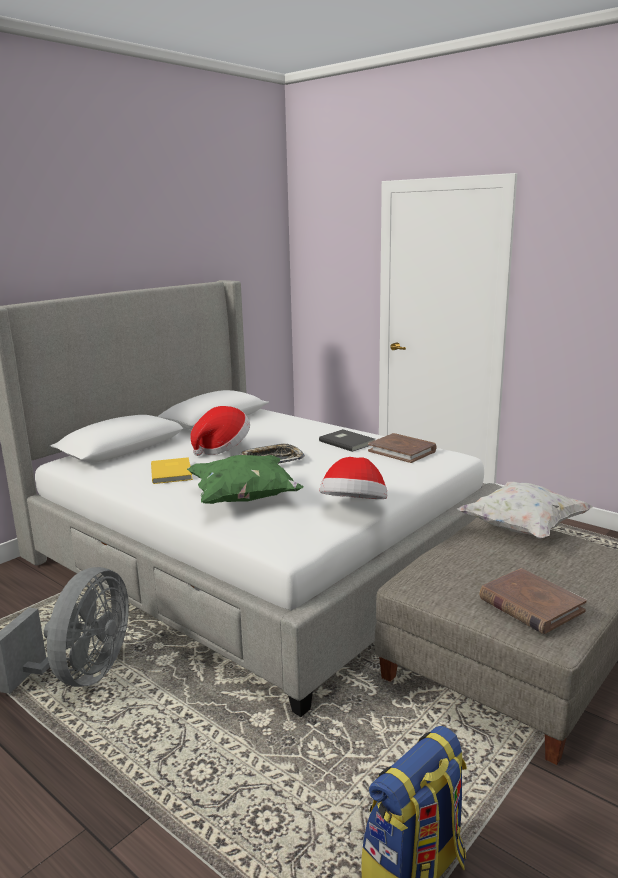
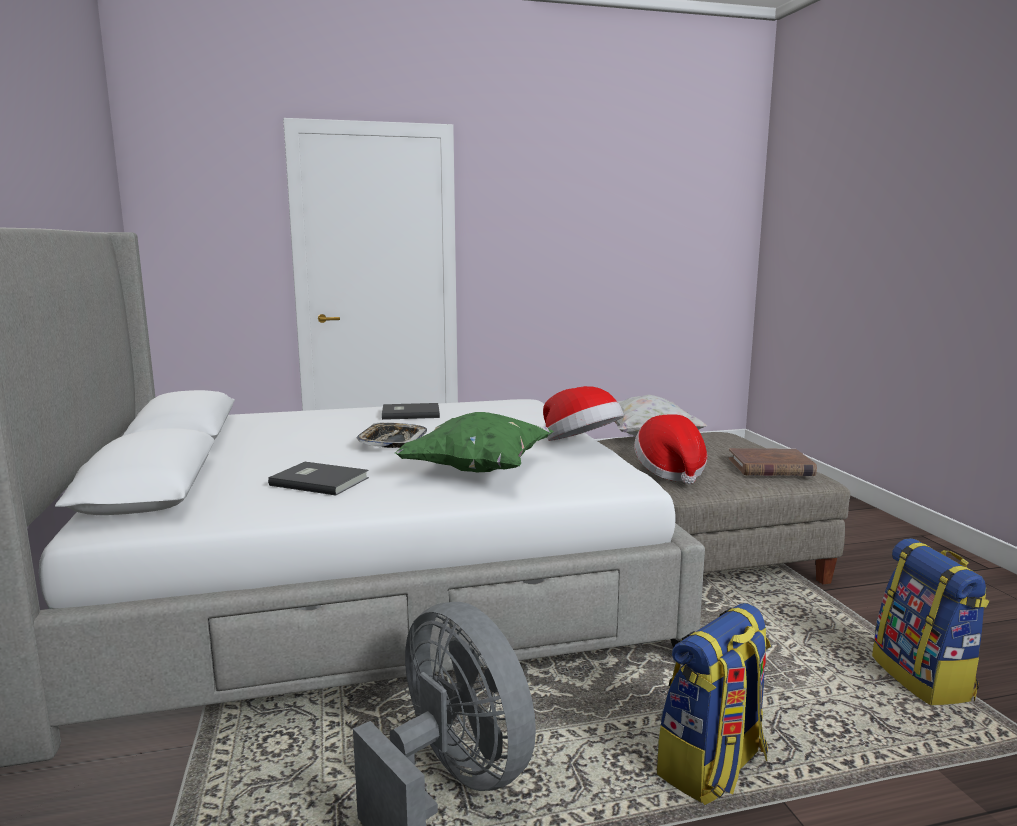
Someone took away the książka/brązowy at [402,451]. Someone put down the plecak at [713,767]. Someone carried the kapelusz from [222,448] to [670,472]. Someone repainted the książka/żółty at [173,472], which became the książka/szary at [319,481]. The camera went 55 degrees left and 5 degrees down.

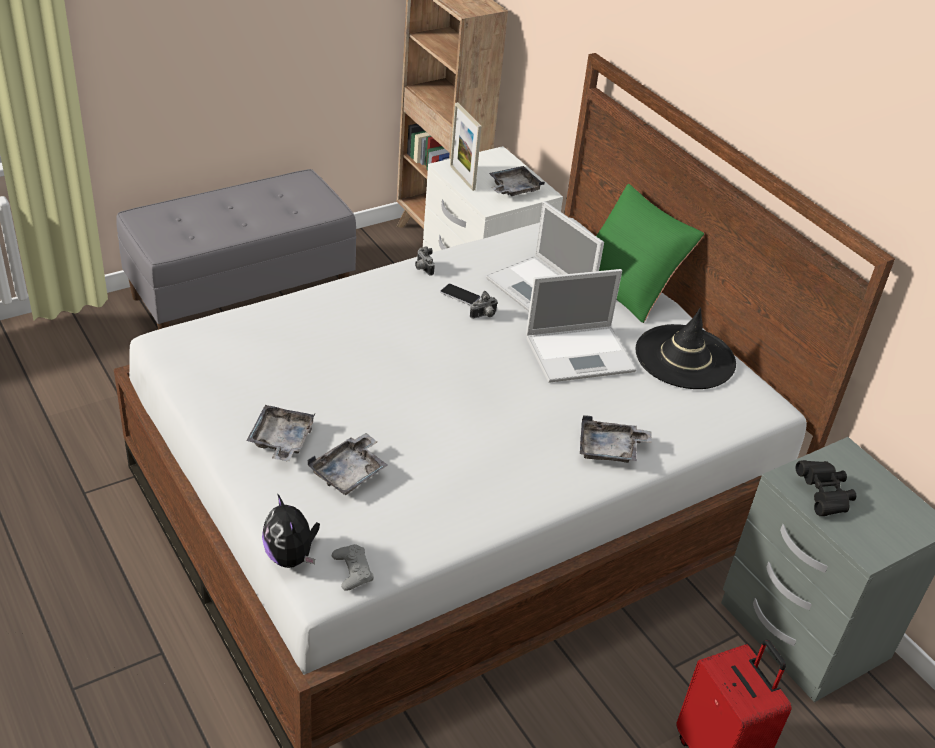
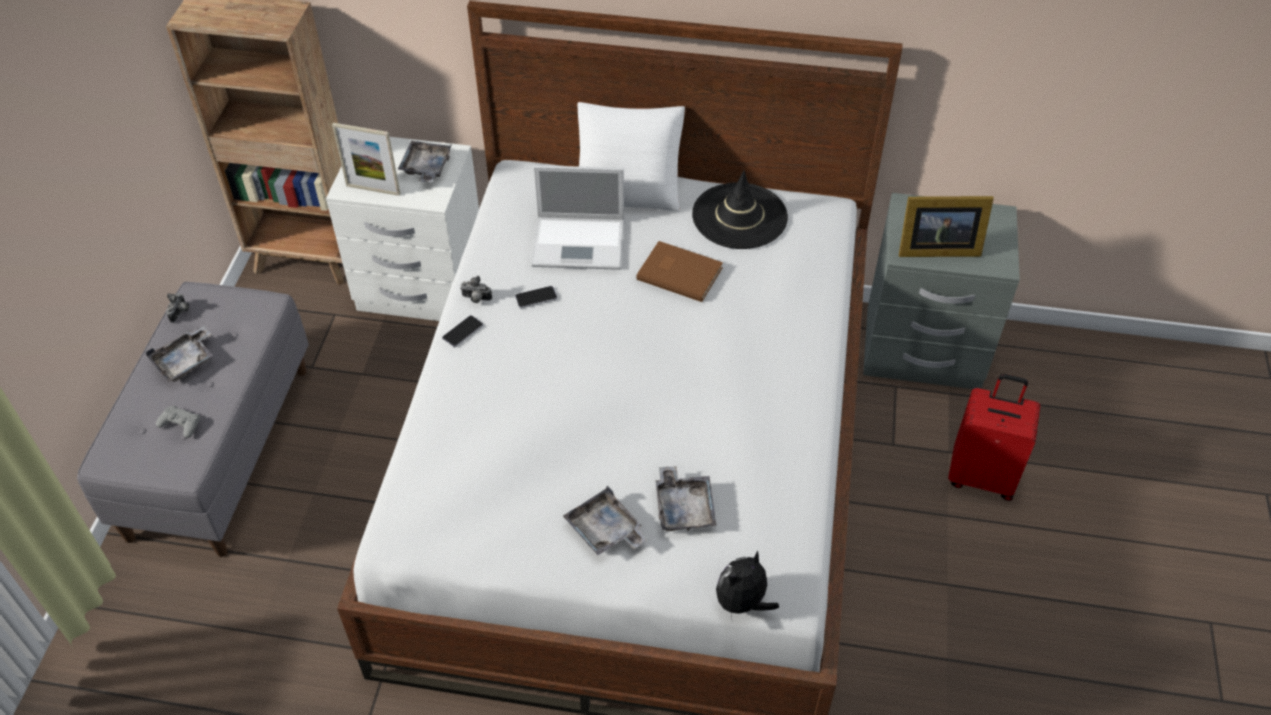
Someone put down the telefon at [462,332]. Someone carried the pad do gier/szary from [352,571] to [180,424]. Someone carried the aparat fotograficzny from [484,316] to [181,313]. Someone carried the taca/szary from [610,449] to [185,361]. Someone swapped the laptop at [581,353] for the książka/brązowy at [679,272]. Someone swapped the lornetka/czarny at [824,496] for the ramka na zdjęcie at [935,248]. Someone repainted the poduszka/zielony at [628,287], which became the poduszka/biały at [629,189]. Someone rotated the pluszak at [291,557] by 120 degrees clockwise. The camera went 45 degrees left and 10 degrees up.

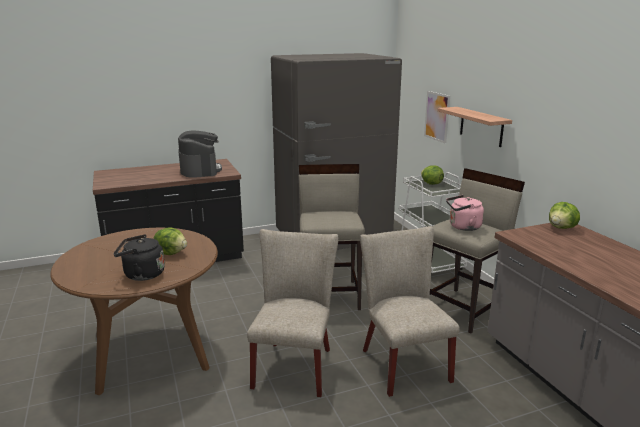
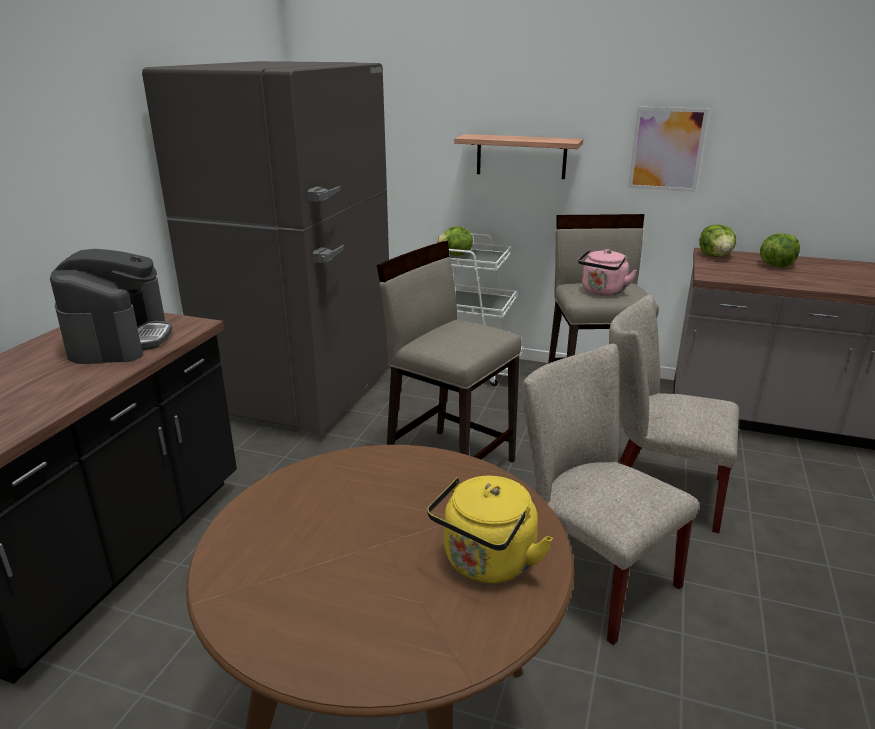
Someone carried the sałata from [171,253] to [776,265]. Someone carried the obraz from [437,116] to [666,149]. Someone repainted the czajnik/czarny at [141,275], which became the czajnik/żółty at [486,564]. Someone rotated the ekspres do kawy at [200,170] by 60 degrees clockwise. The camera went 50 degrees left and 5 degrees up.

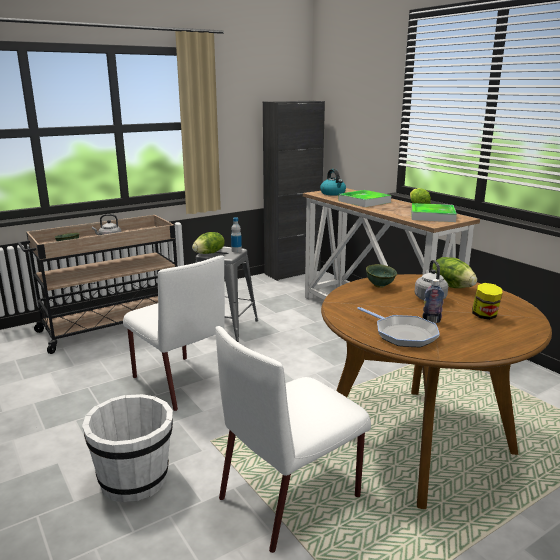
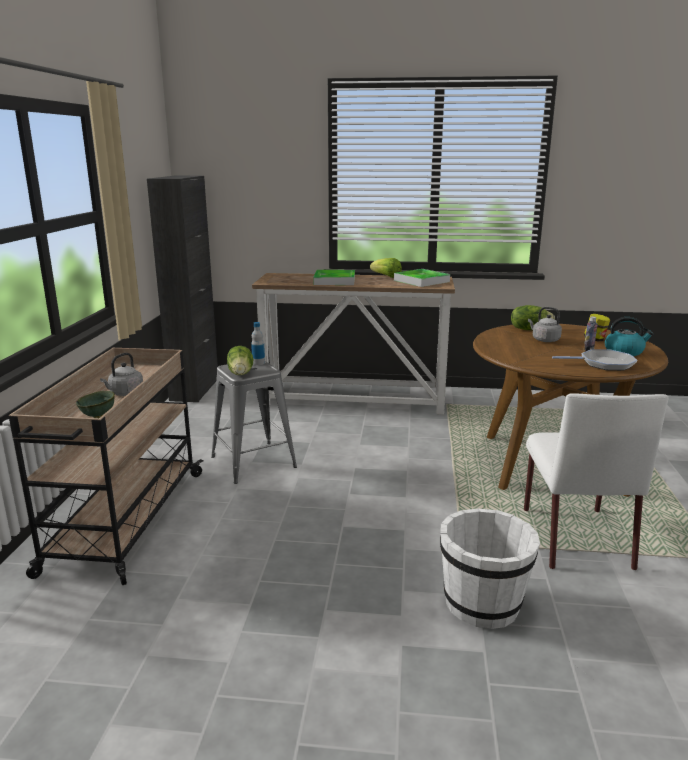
Someone took away the krzesło/biały at [179,381]. Someone took away the miska/zielony at [380,286]. Someone carried the czajnik from [333,193] to [624,352]. The camera went 50 degrees left and 0 degrees up.

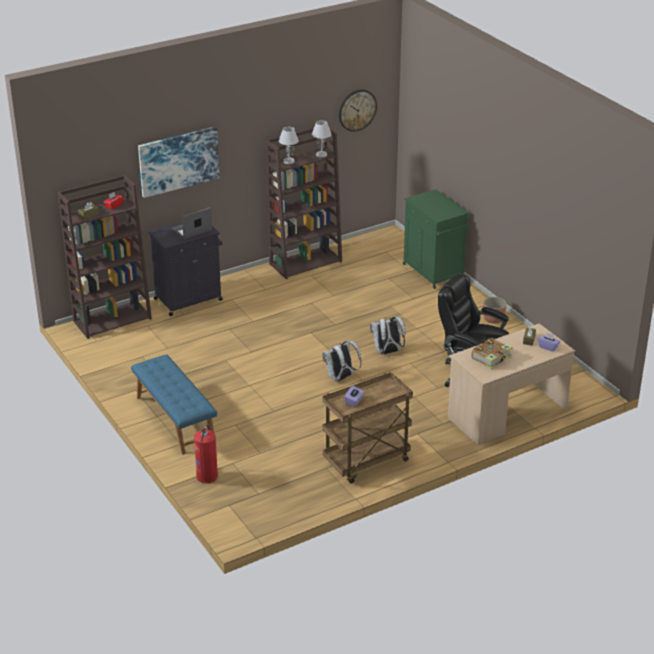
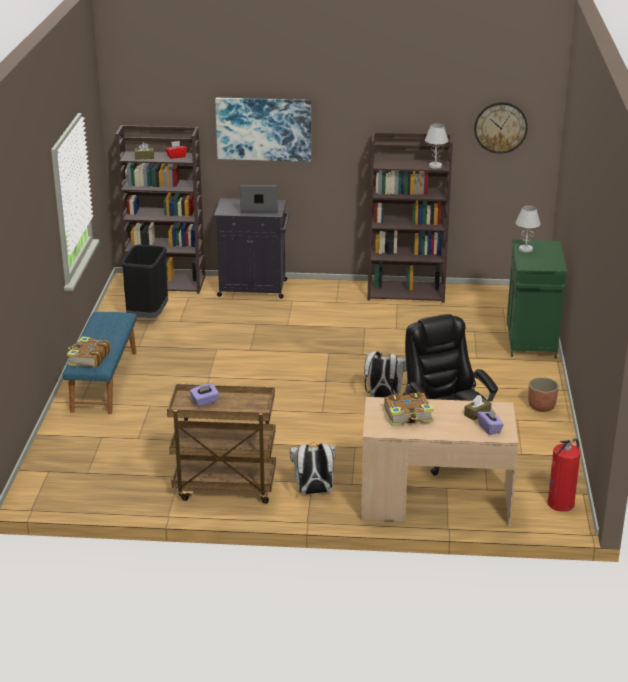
Someone put down the książka at [88,358]. Someone put down the kosz na śmieci/czarny at [147,316]. Someone carried the gaśnica from [207,475] to [561,503]. Someone carried the lampa stołowa/biały from [289,161] to [525,249]. Someone carried the plecak/biały from [341,378] to [313,491]. The camera went 35 degrees right and 5 degrees down.

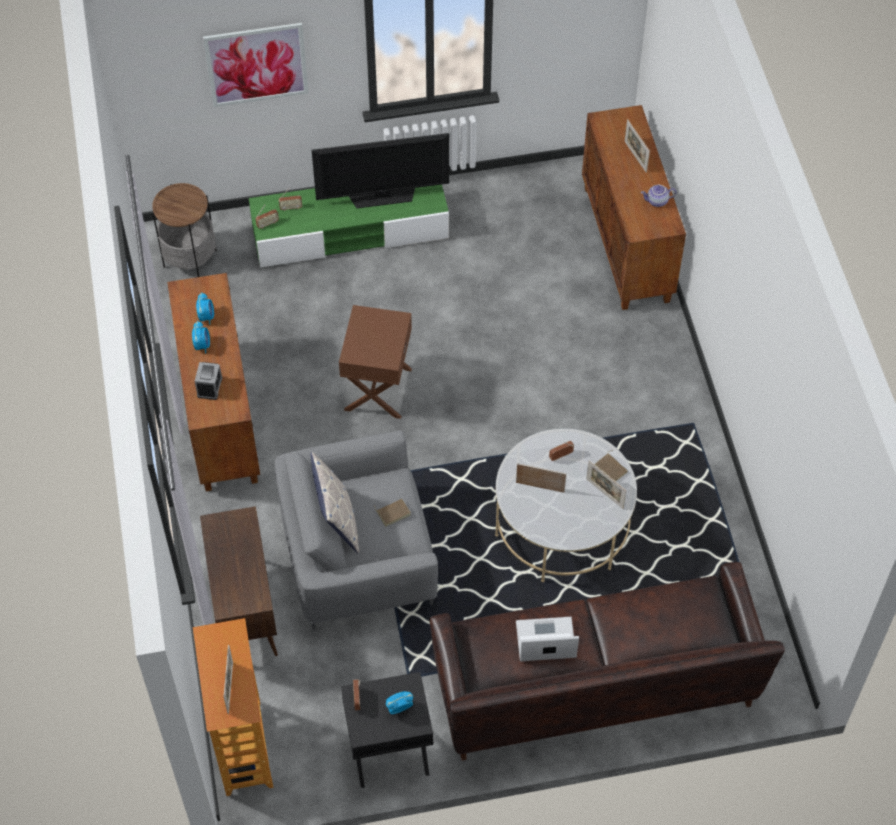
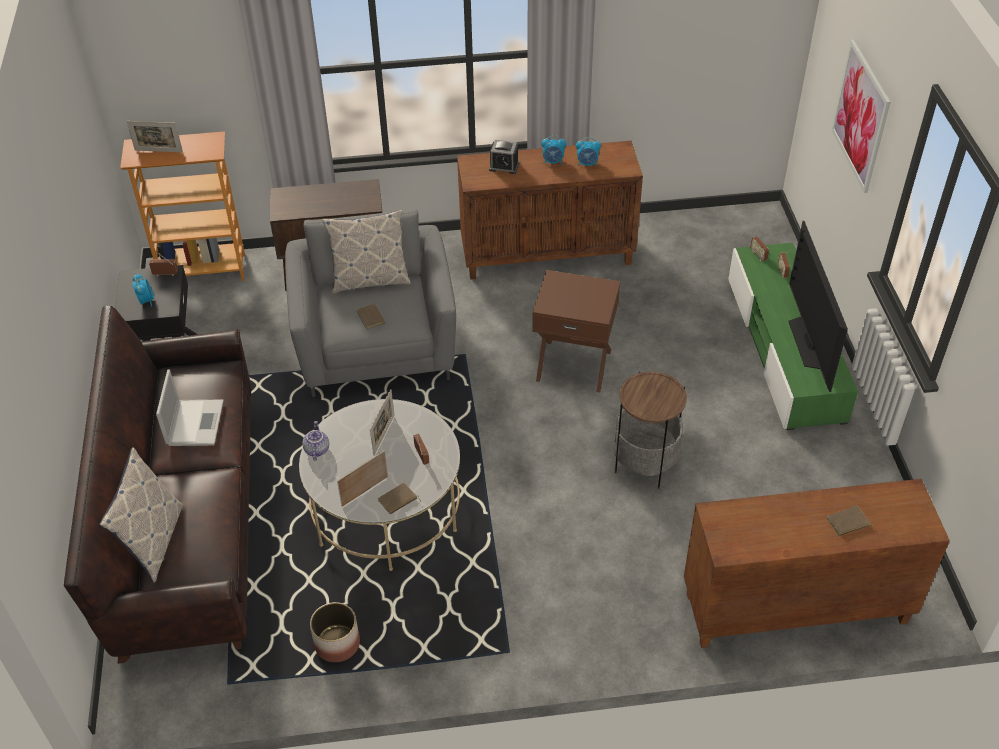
Someone put down the poduszka at [154,541]. Someone put down the donica at [337,643]. Someone carried the stolik from [190,259] to [645,464]. Someone carried the imbryk from [657,201] to [316,450]. Someone swapped the ramka na zdjęcie at [635,157] for the książka/brązowy at [848,523]. The camera went 95 degrees right and 10 degrees down.

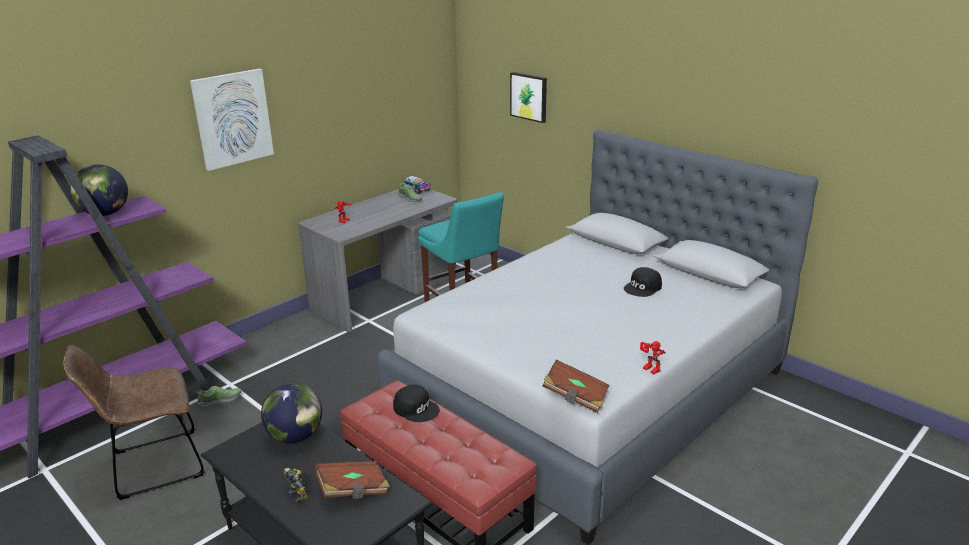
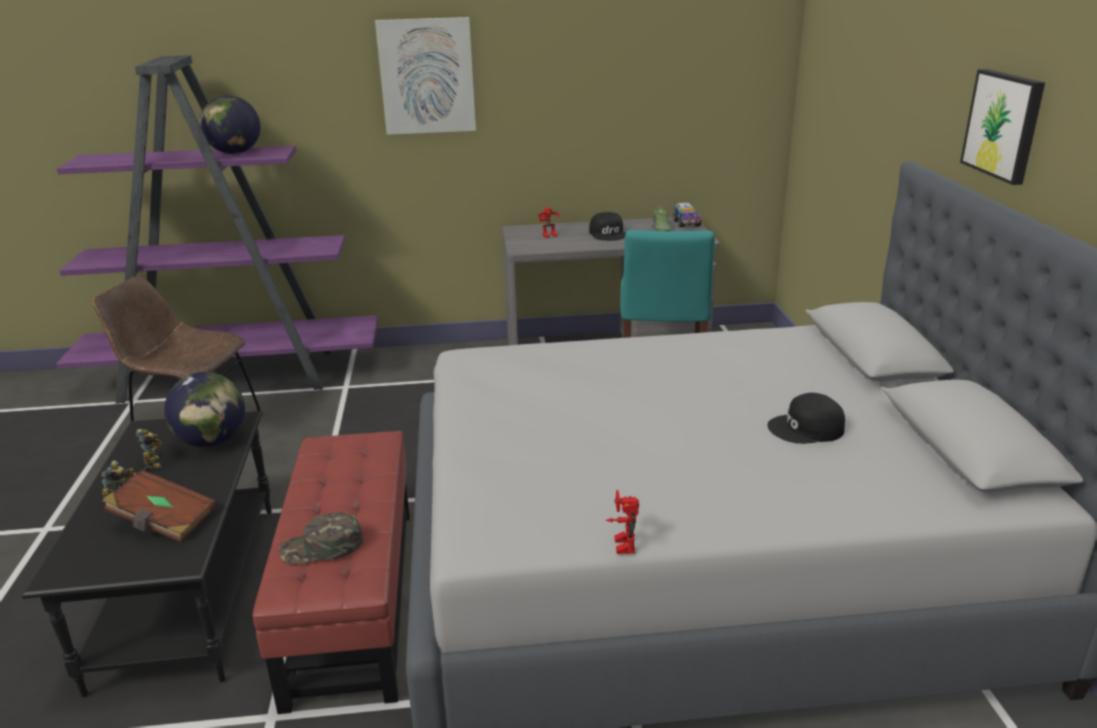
Someone took away the but at [220,400]. Someone took away the książka/brązowy at [575,397]. Someone put down the robot zabawkowy at [154,463]. Someone put down the czapka z daszkiem/zielony at [321,547]. Someone carried the czapka z daszkiem/czarny from [416,408] to [608,234]. Someone carried the obraz from [529,97] to [1004,125]. The camera went 40 degrees right and 0 degrees up.

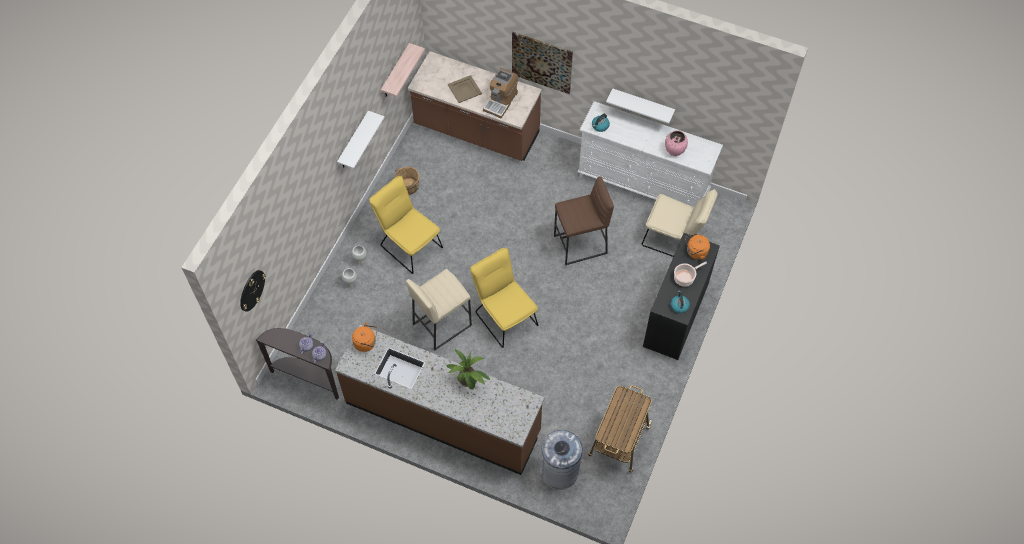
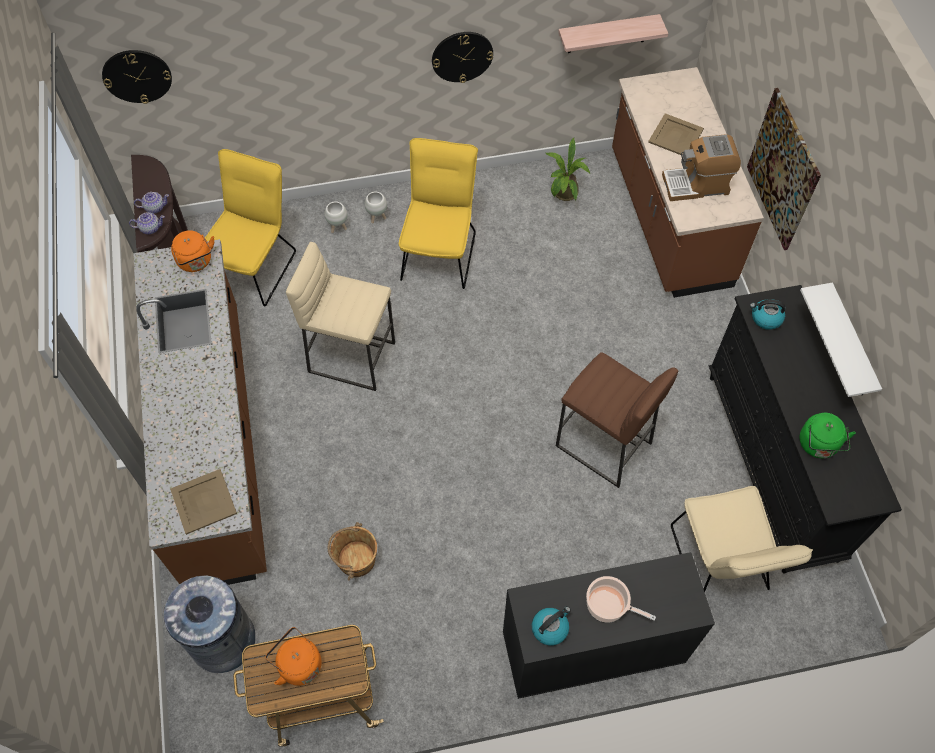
Someone put down the taca/beżowy at [204,501]. Someone carried the wiadro/brązowy from [407,187] to [356,559]. Someone carried the roślina doniczkowa from [469,381] to [564,195]. Someone carried the krzesło/żółty from [504,315] to [255,264]. Someone carried the czajnik/pomarańczowy from [695,252] to [298,664]. Someone swapped the półka/biały at [353,141] for the zegar ścienny at [462,56]. Someone swapped the wazon/różowy at [674,152] for the czajnik/zielony at [818,446]. Someone repainted the komoda/biały at [643,185], which became the komoda/czarny at [771,466]. The camera went 55 degrees right and 0 degrees up.

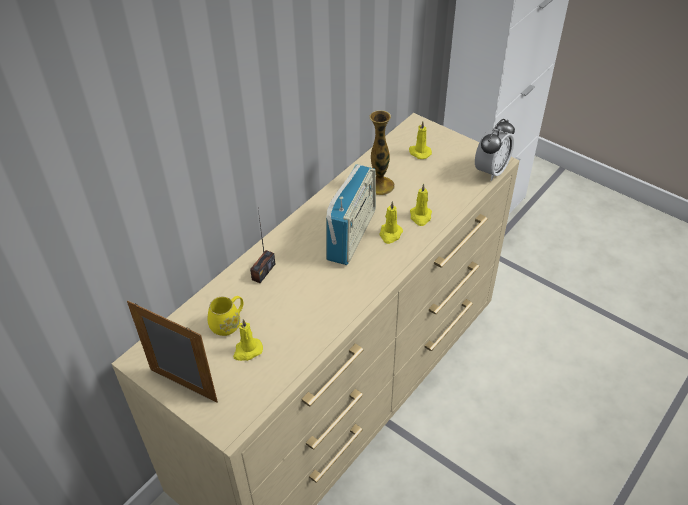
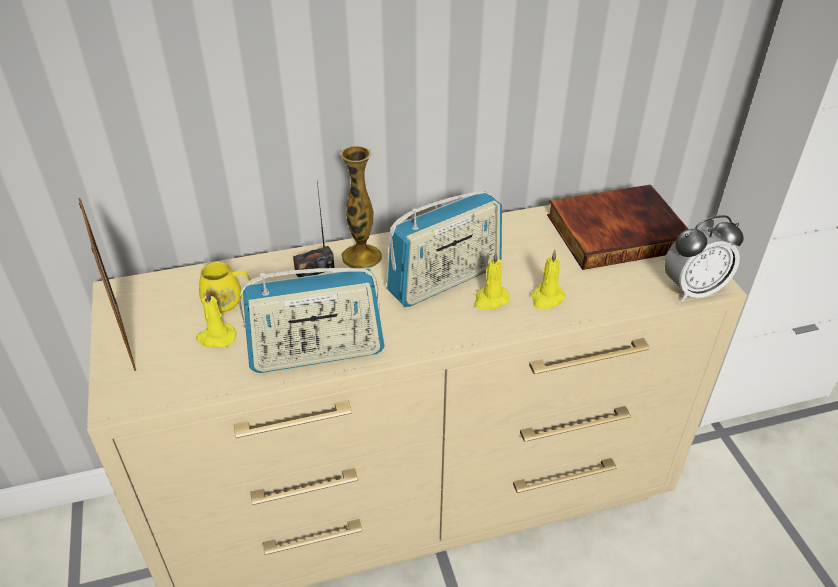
Someone put down the radio at [316,353]. Someone carried the wazon from [380,186] to [361,256]. Someone swapped the świeca/żółty at [419,152] for the książka at [616,231]. The camera went 35 degrees right and 5 degrees down.

